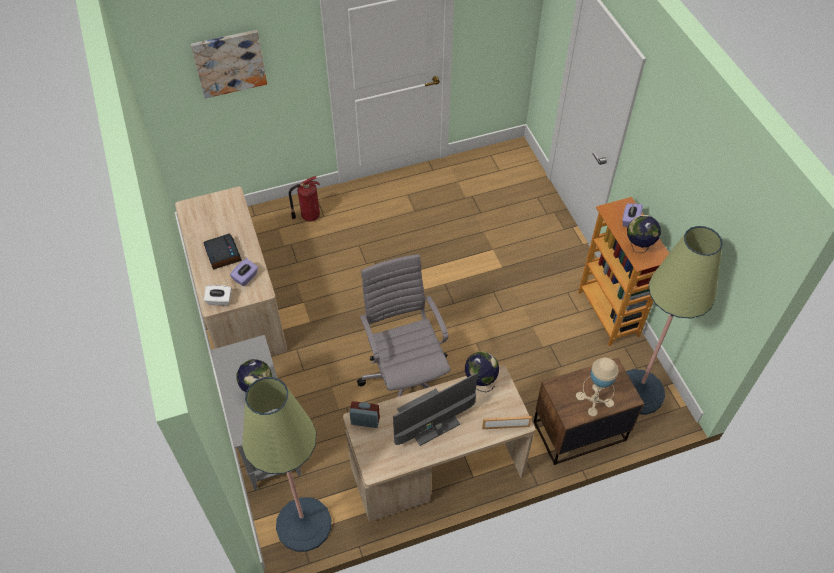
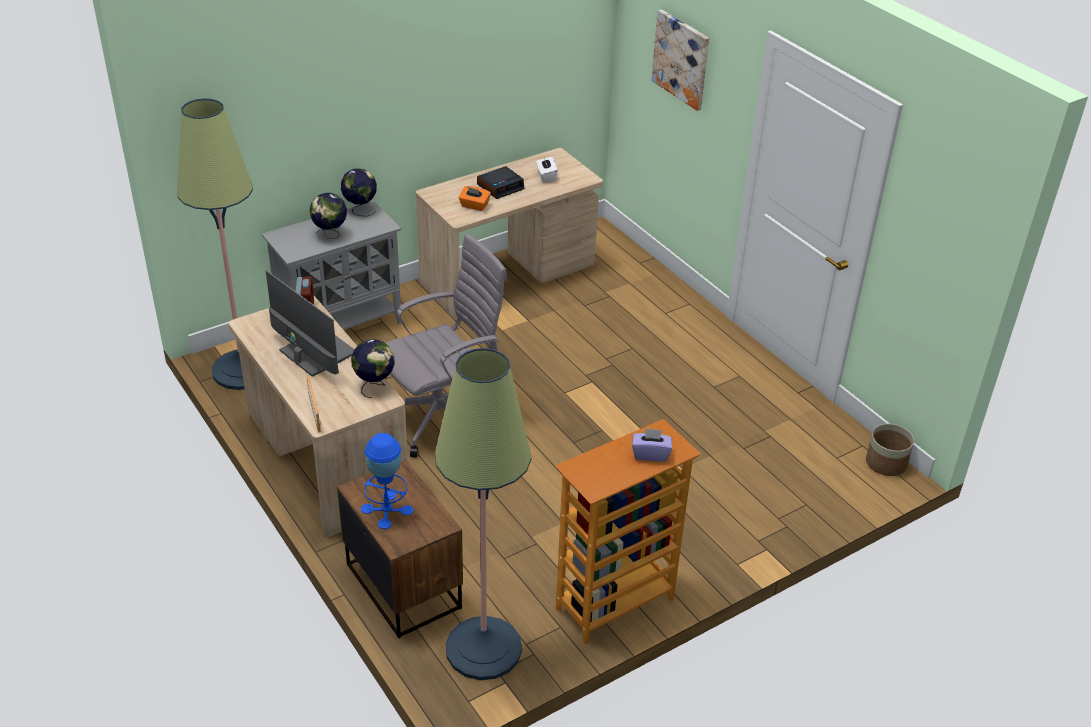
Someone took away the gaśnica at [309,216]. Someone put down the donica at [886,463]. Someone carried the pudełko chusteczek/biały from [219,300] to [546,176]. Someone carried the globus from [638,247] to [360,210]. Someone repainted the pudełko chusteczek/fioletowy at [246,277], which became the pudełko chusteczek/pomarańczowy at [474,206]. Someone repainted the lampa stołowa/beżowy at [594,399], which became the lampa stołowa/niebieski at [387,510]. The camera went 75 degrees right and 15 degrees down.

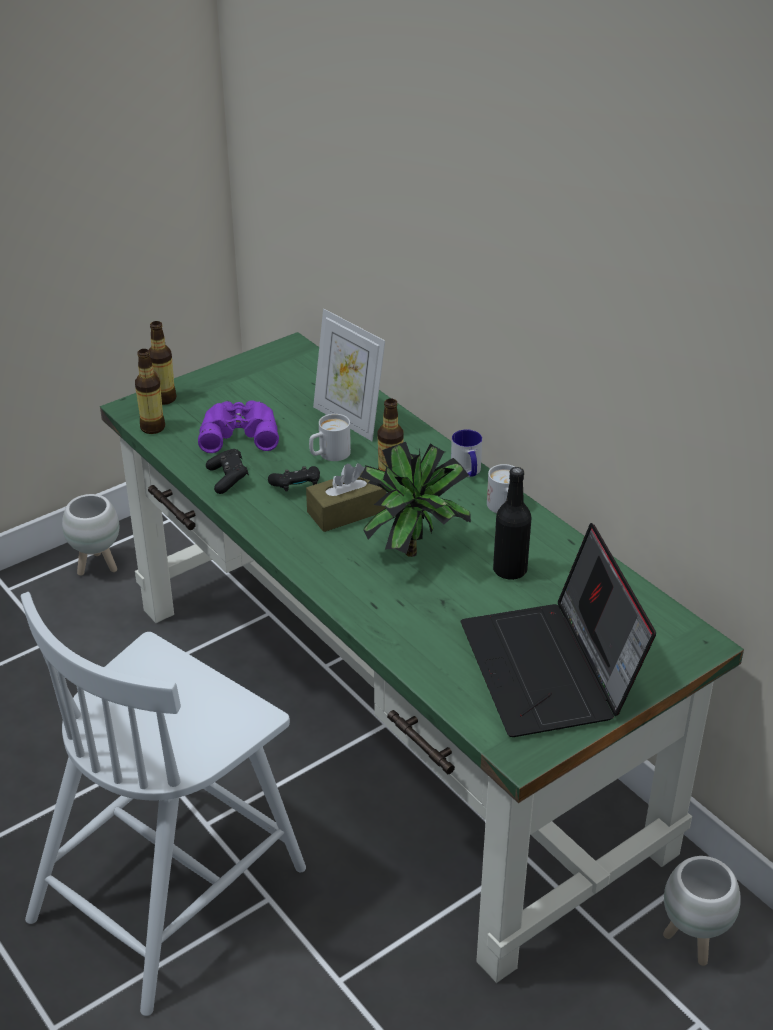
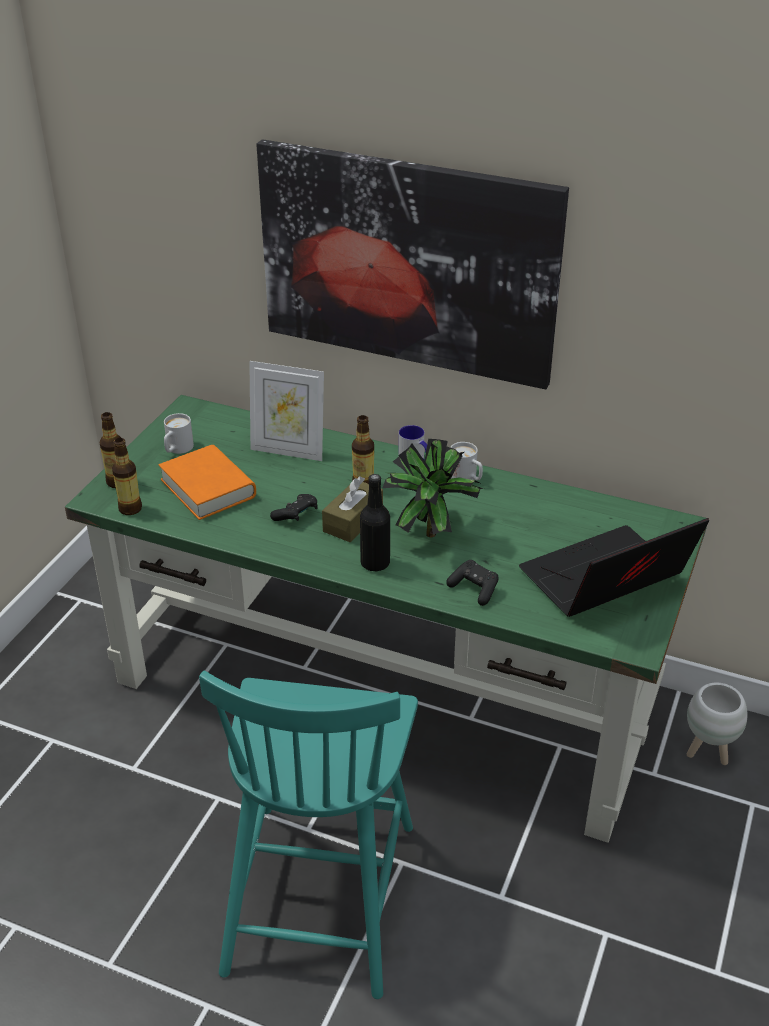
Someone took away the donica/biały at [98,566]. Someone put up the obraz at [407,263]. Someone carried the pad do gier/czarny from [228,479] to [474,589]. Someone carried the kubek/biały from [329,455] to [177,449]. Someone carried the butelka/czarny from [510,570] to [375,563]. Someone swapped the lornetka/fioletowy at [239,432] for the książka/pomarańczowy at [208,488]. Someone repainted the krzesło/biały at [171,889], which became the krzesło/turkusowy at [320,892]. Someone rotated the laptop at [551,671] by 105 degrees clockwise. The camera went 30 degrees left and 0 degrees up.

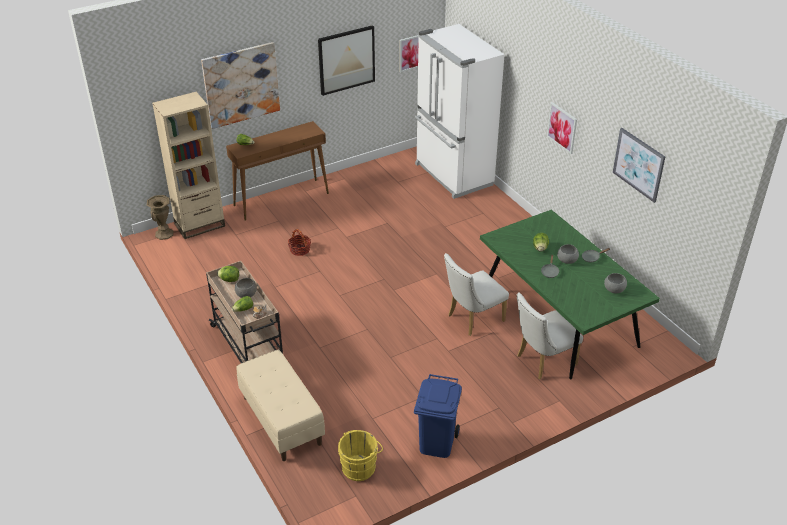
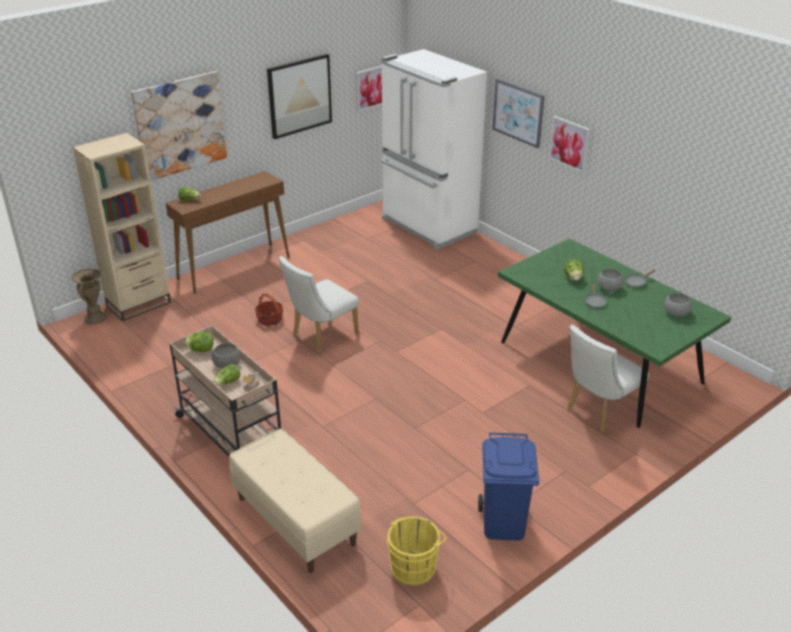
Someone carried the krzesło/biały from [472,319] to [321,336]. Someone carried the obraz from [638,164] to [518,112]. The camera went 10 degrees left and 5 degrees down.

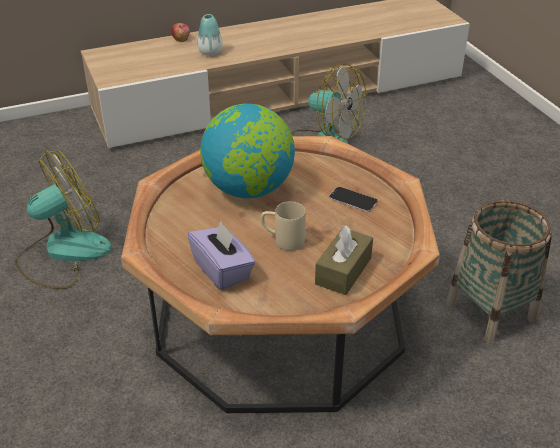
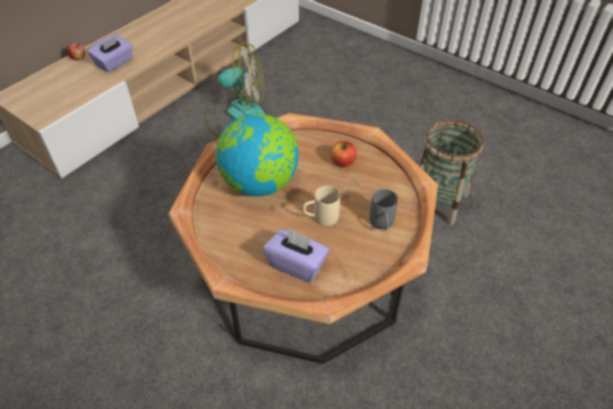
Someone took away the wentylator at [63,253]. Someone swapped the wazon at [210,52] for the pudełko chusteczek/fioletowy at [115,63]. Someone swapped the pudełko chusteczek/brązowy at [343,271] for the kubek/szary at [382,225]. Someone swapped the telefon at [353,200] for the jabłko at [343,162]. The camera went 30 degrees left and 10 degrees up.

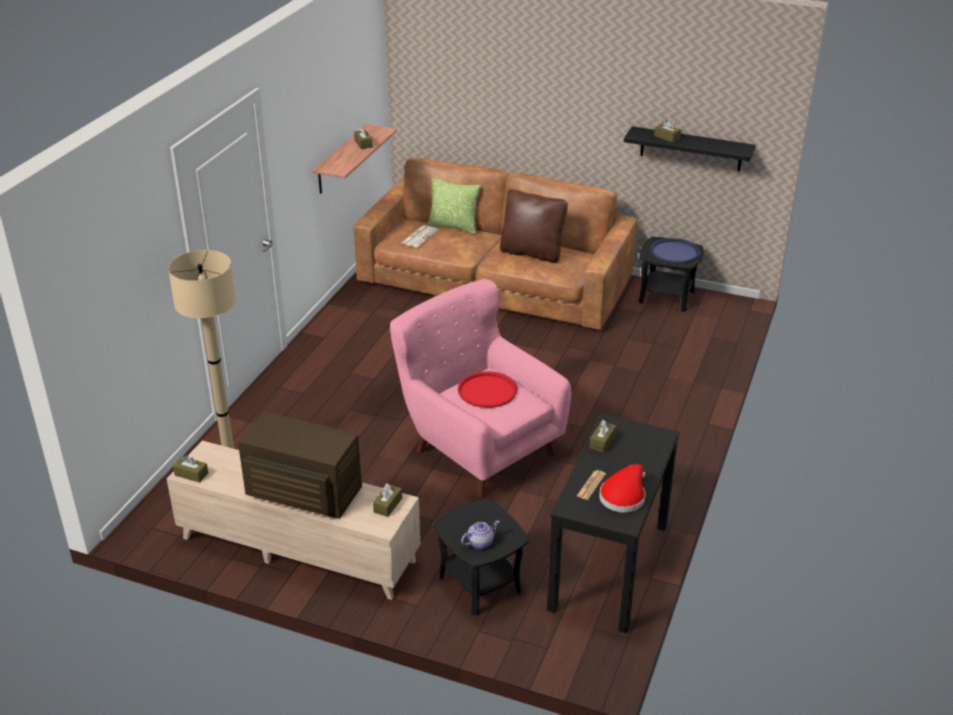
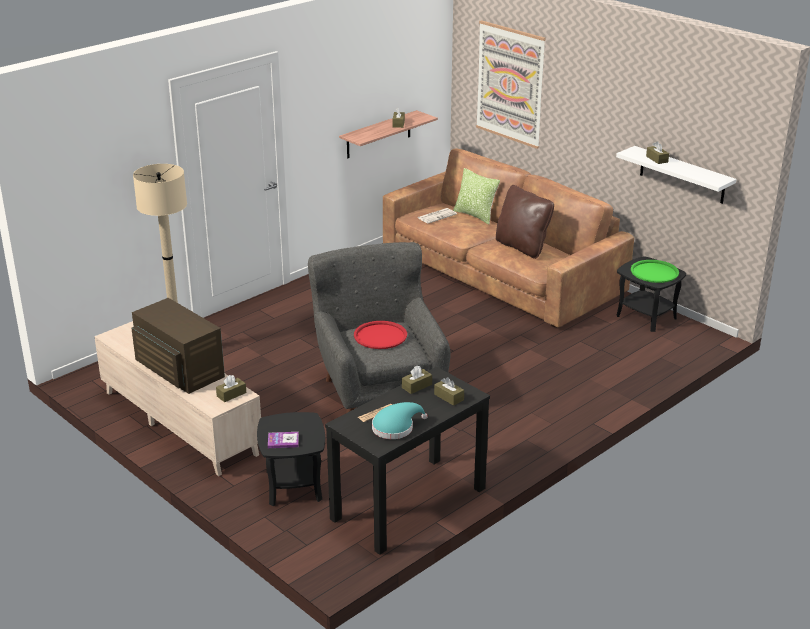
Someone put up the obraz at [510,84]. Someone carried the pudełko chusteczek/brązowy from [191,474] to [449,397]. Someone swapped the imbryk at [480,542] for the książka at [283,441]. Someone repainted the fotel/różowy at [480,446], which became the fotel/szary at [379,390]. Someone repainted the kapelusz/czerwony at [624,496], which became the kapelusz/turkusowy at [395,427]. Someone repainted the półka/czarny at [691,149], which became the półka/biały at [682,175]. Someone repainted the taca/niebieski at [674,252], which became the taca/zielony at [654,272]. The camera went 25 degrees right and 5 degrees down.

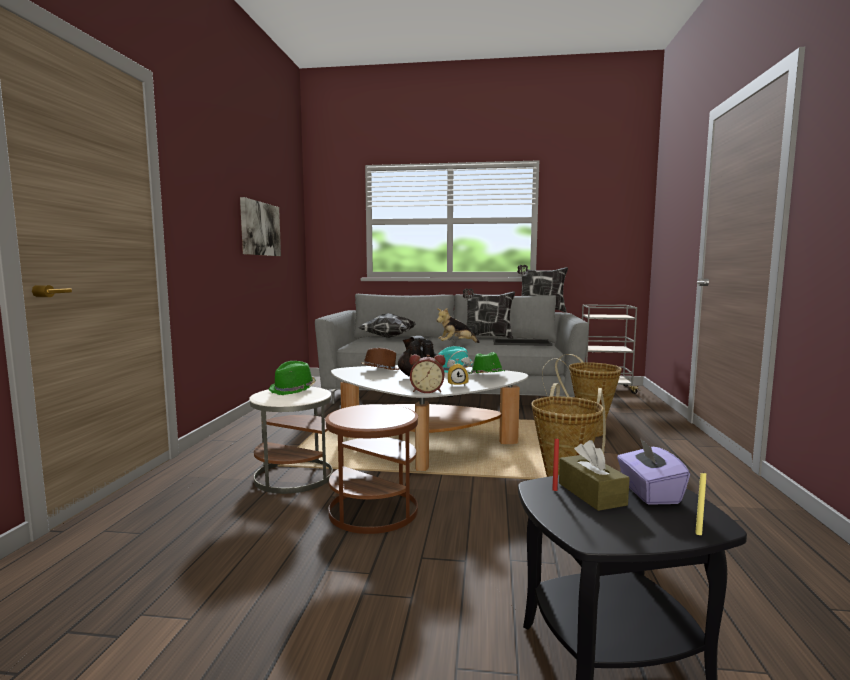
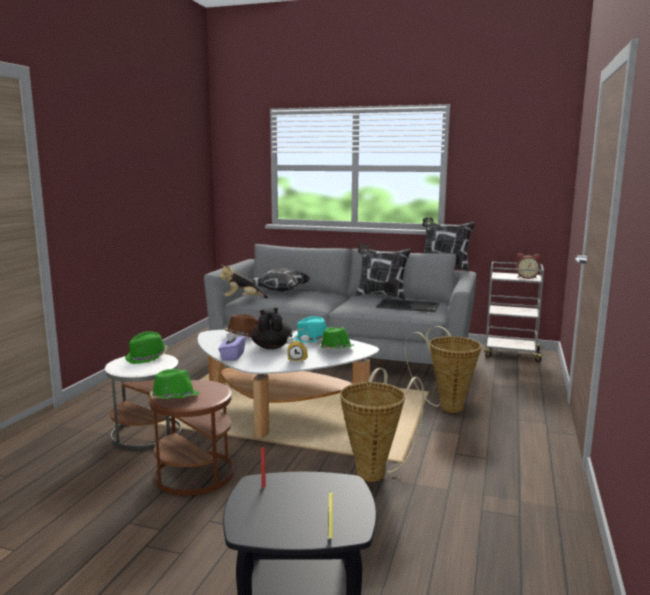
Someone took away the obraz at [260,229]. Someone took away the pudełko chusteczek/brązowy at [591,494]. Someone put down the kapelusz/zielony at [173,399]. Someone carried the budzik from [427,391] to [526,277]. Someone carried the pluszak from [456,344] to [242,299]. Someone carried the pudełko chusteczek/fioletowy from [649,493] to [232,356]. The camera went 10 degrees right and 5 degrees up.

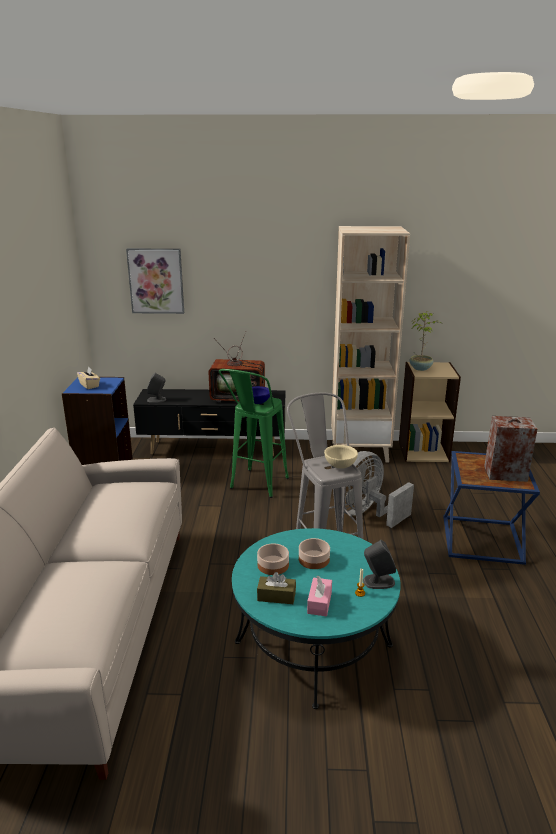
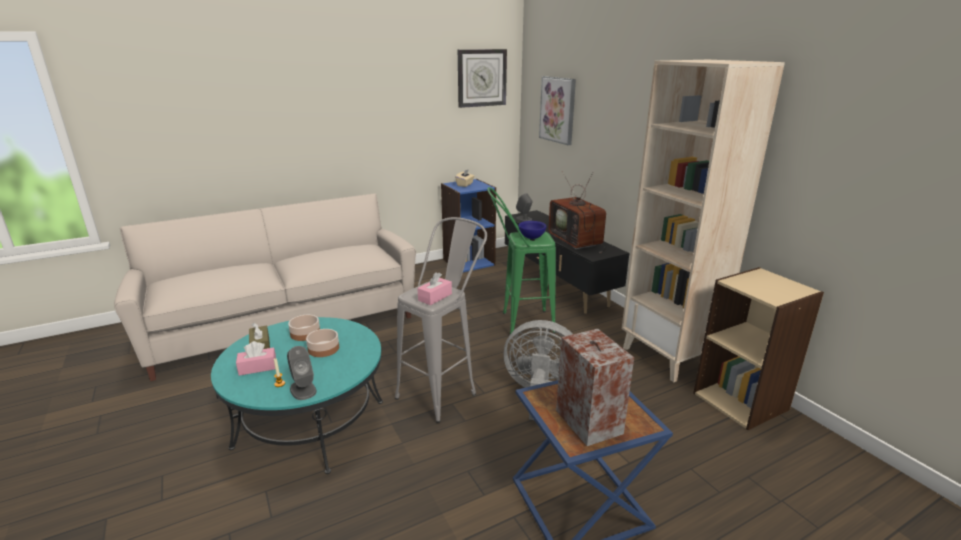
Someone took away the roślina doniczkowa at [421,368]. Someone put up the zegar ścienny at [481,78]. Someone swapped the miska/beżowy at [339,466] for the pudełko chusteczek/różowy at [435,297]. The camera went 60 degrees right and 0 degrees up.

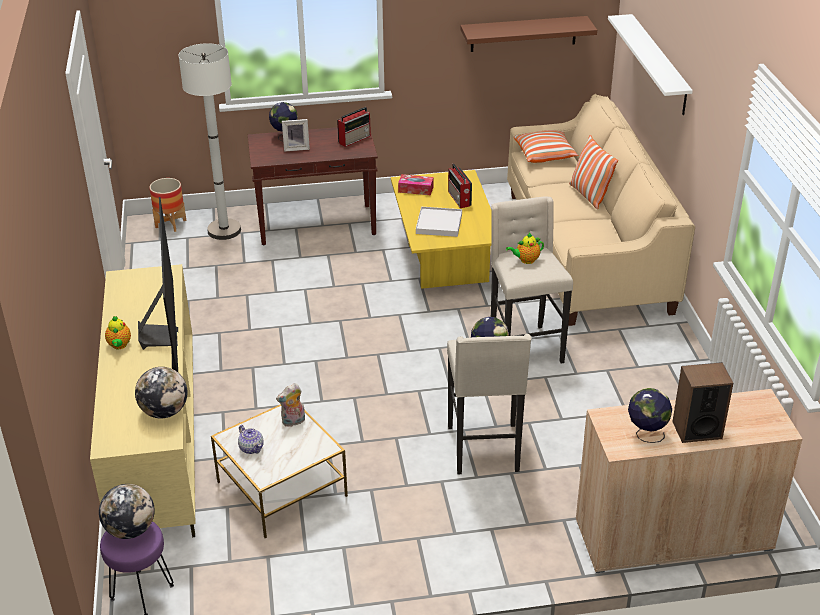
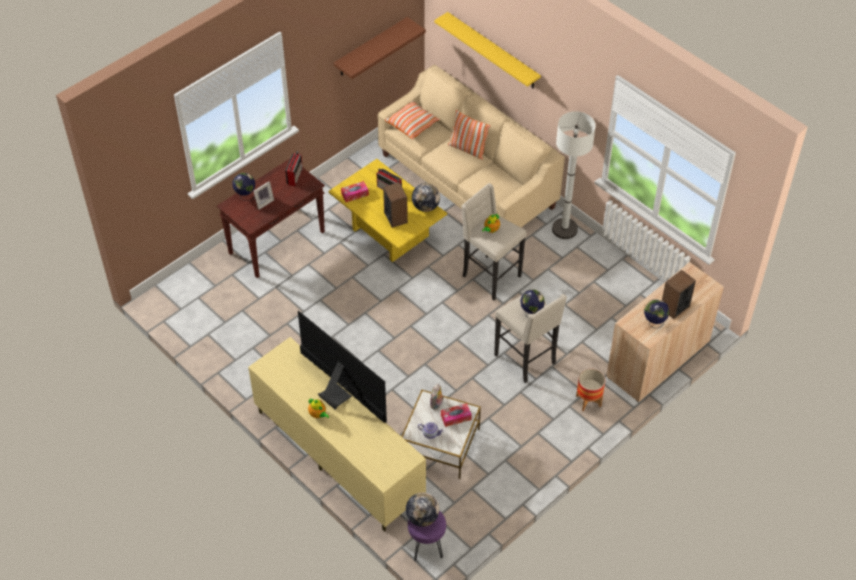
Someone put down the pudełko chusteczek at [456,417]. Someone carried the globus from [164,411] to [425,207]. Someone carried the donica from [171,224] to [588,401]. Someone carried the lampa stojąca/biały from [224,230] to [564,229]. Someone swapped the taca/biały at [439,224] for the głośnik at [396,217]. Someone repainted the półka/biały at [659,64], which became the półka/żółty at [493,51]. The camera went 35 degrees left and 15 degrees up.

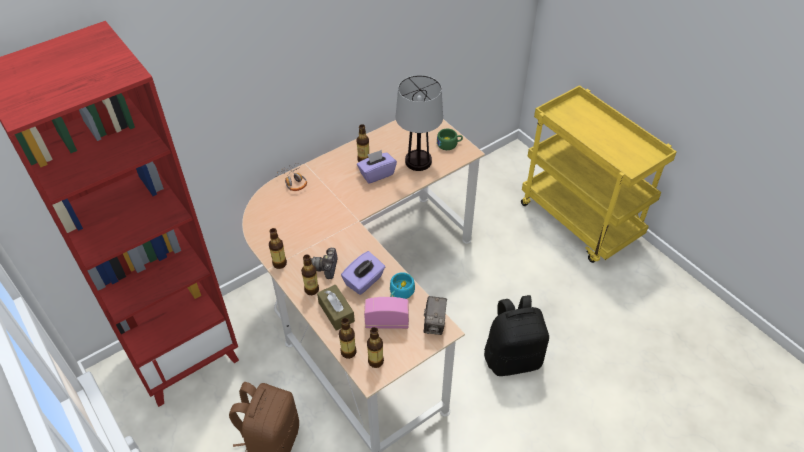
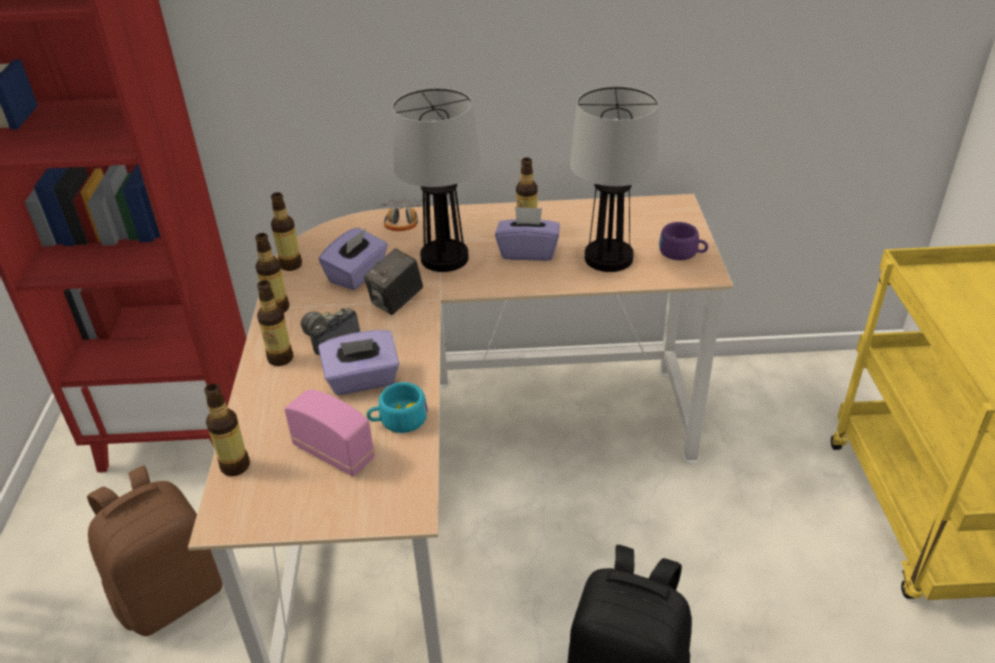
Someone took away the pudełko chusteczek/brązowy at [336,312]. Someone put down the pudełko chusteczek/fioletowy at [357,274]. Someone put down the lampa stołowa at [444,258]. Someone carried the butelka from [375,361] to [291,265]. Someone carried the aparat fotograficzny from [434,324] to [396,302]. Someone repainted the filiżanka/zielony at [449,144], which became the filiżanka/fioletowy at [682,253]. The camera went 35 degrees right and 10 degrees down.

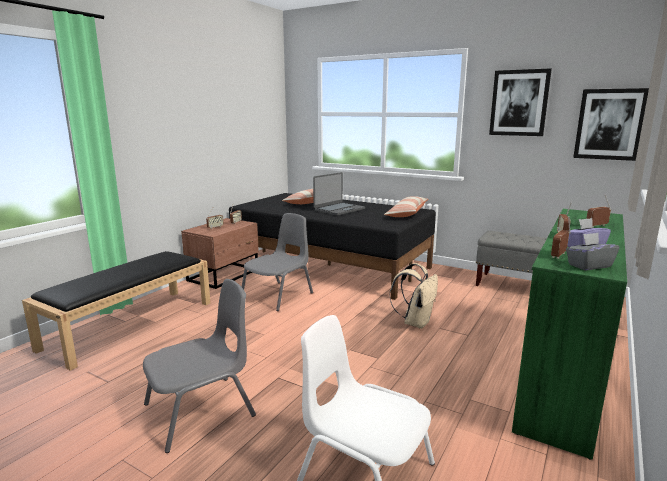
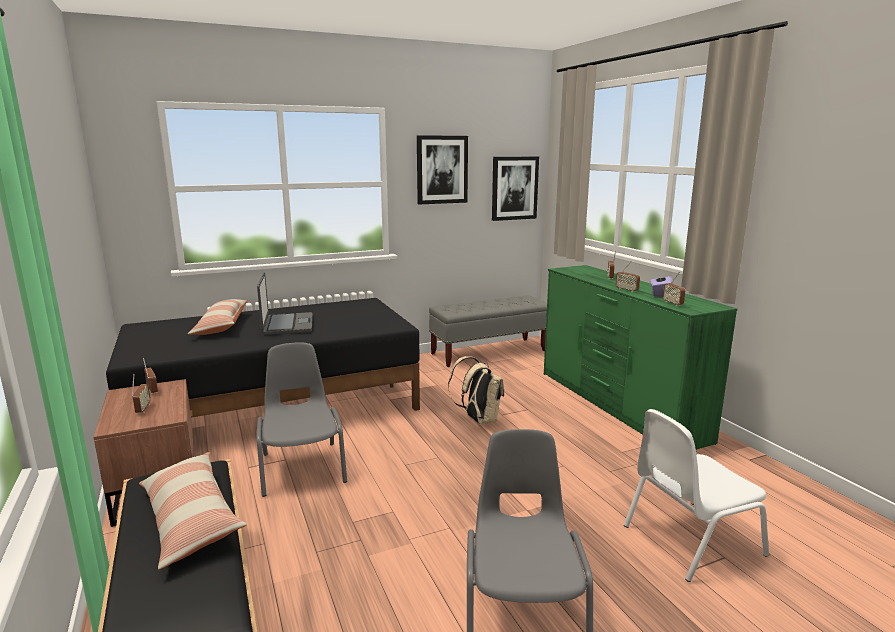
Someone took away the pudełko chusteczek/szary at [589,265]. Someone carried the poduszka from [407,214] to [190,519]. The camera went 55 degrees left and 0 degrees up.

